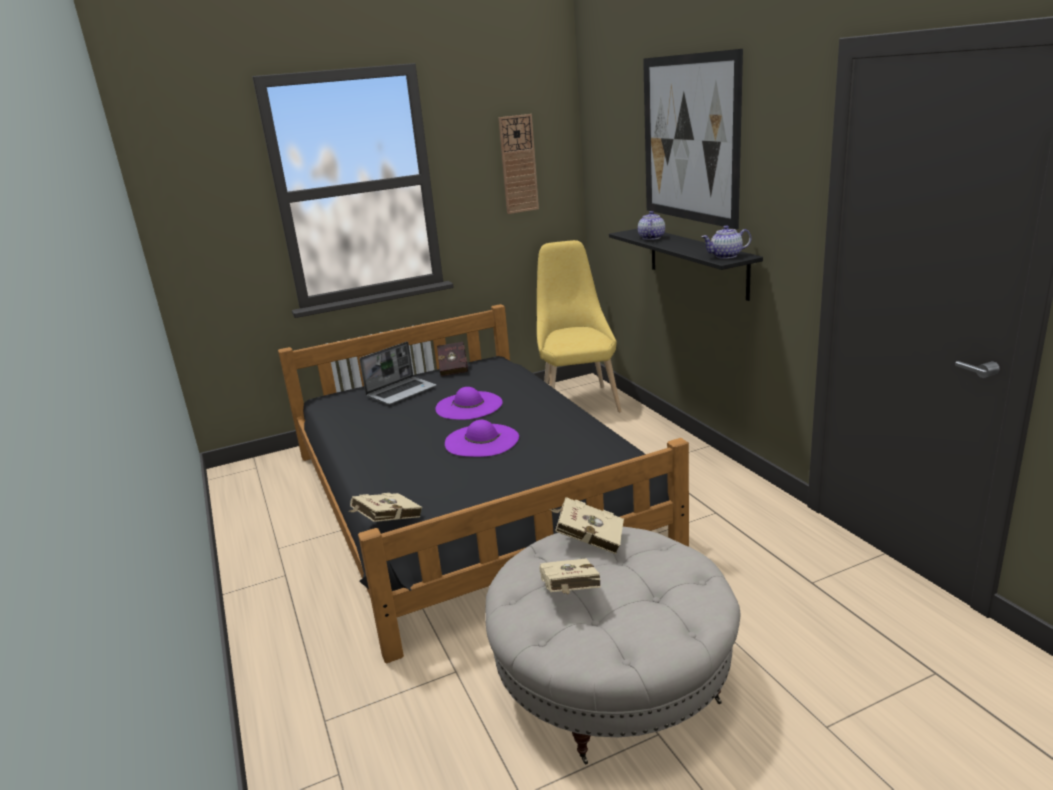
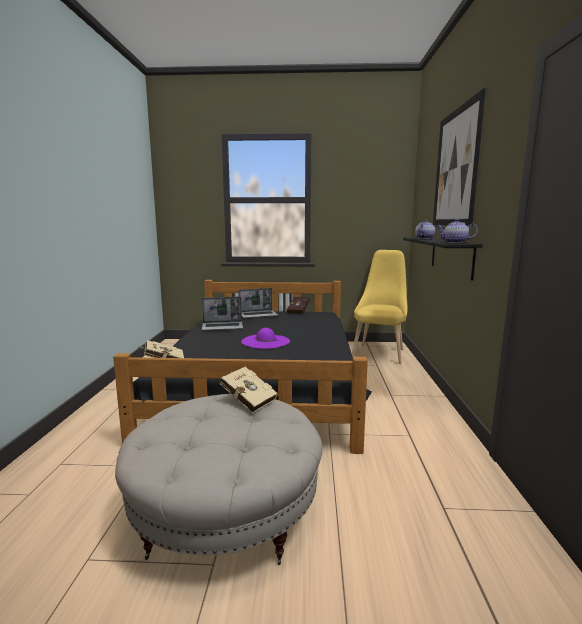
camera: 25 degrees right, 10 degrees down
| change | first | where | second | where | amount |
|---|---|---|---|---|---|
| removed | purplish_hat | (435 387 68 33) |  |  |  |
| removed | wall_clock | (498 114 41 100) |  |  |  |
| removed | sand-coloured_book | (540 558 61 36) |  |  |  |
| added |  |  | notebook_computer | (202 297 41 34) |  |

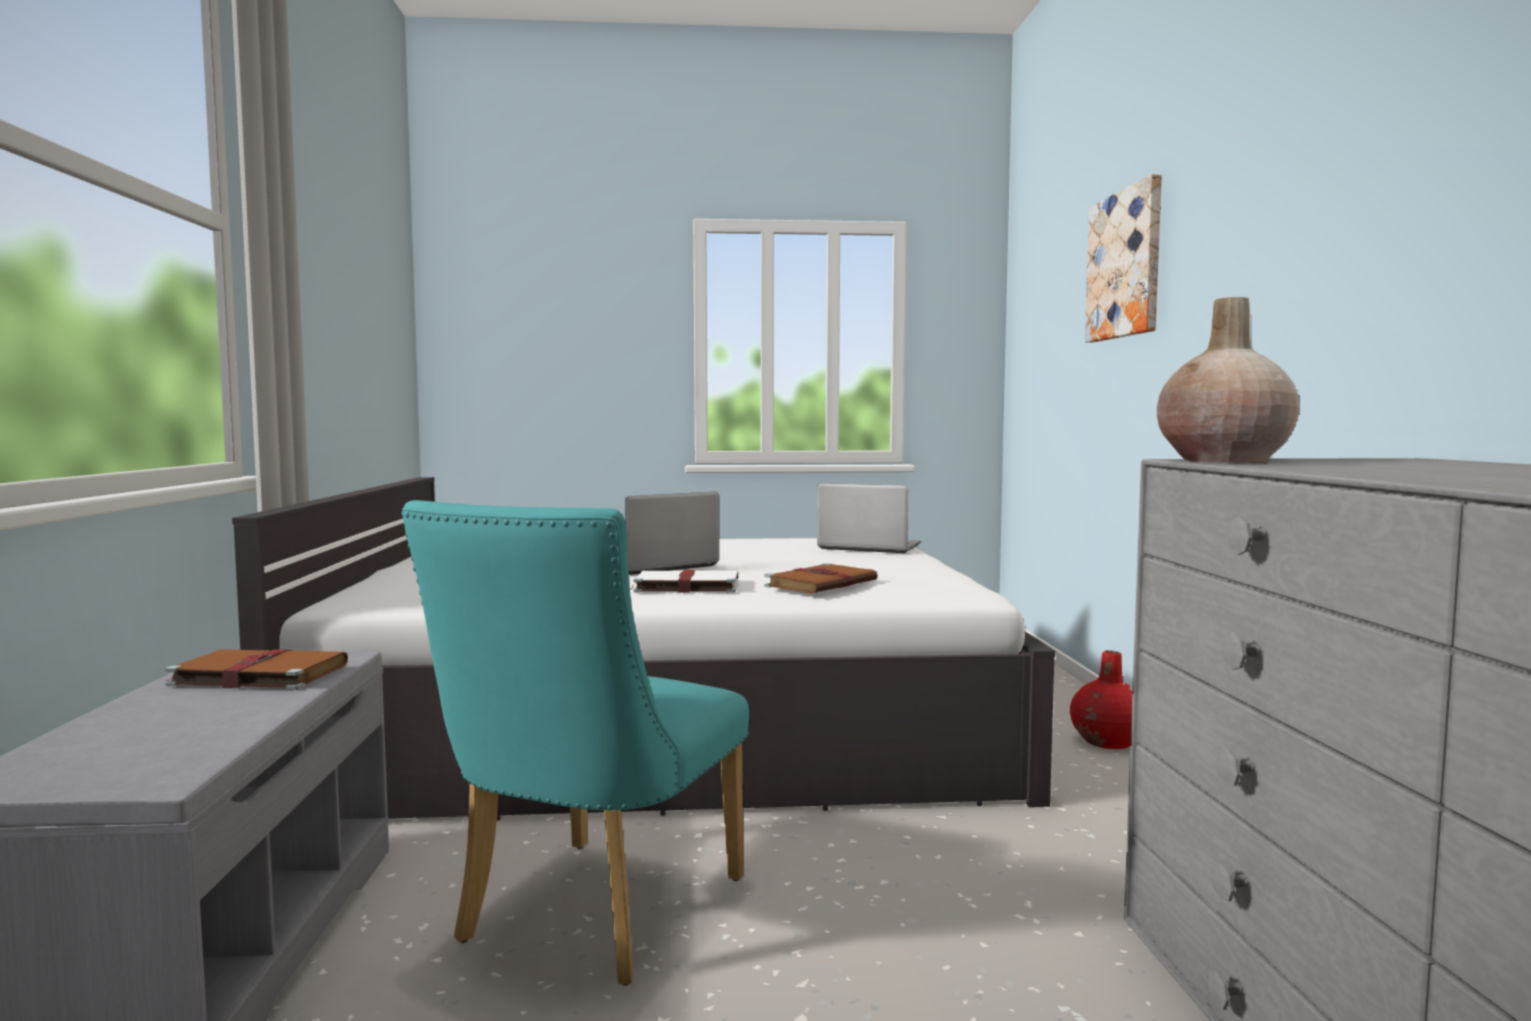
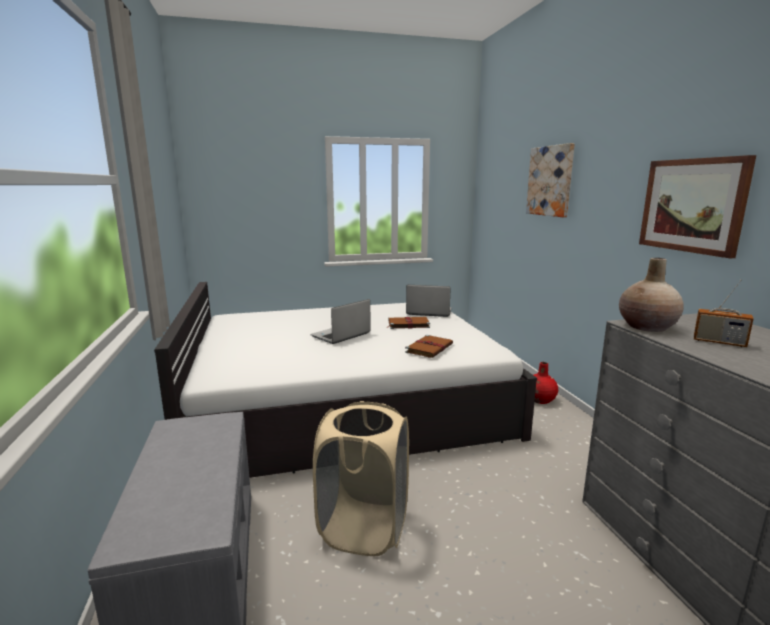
camera: 10 degrees left, 10 degrees up
| change | first | where | second | where | amount |
|---|---|---|---|---|---|
| removed | whitish_book | (630 570 108 23) |  |  |  |
| added |  |  | picture | (639 155 117 103) |  |
| added |  |  | radio_set | (694 279 60 68) |  |
| moved | brown-coloured_book | (164 649 184 41) |  | (388 317 42 12) |  |
| replaced | turquoise-coloured_upright_chair | (401 500 348 486) | sand-coloured_laundry_basket | (313 401 96 155) |  |

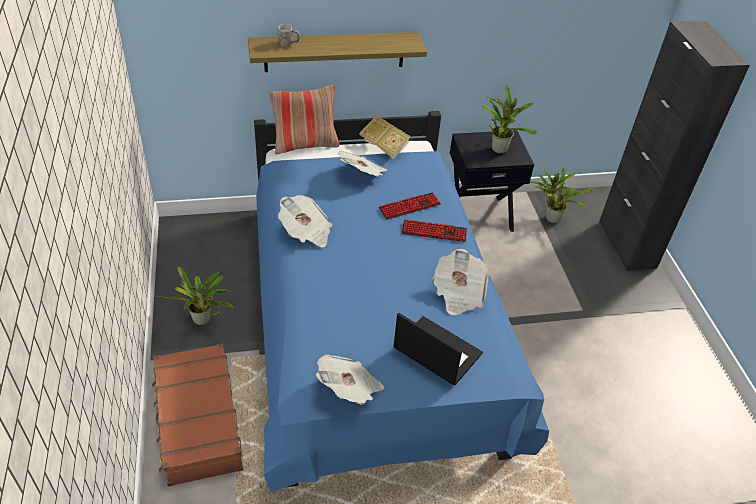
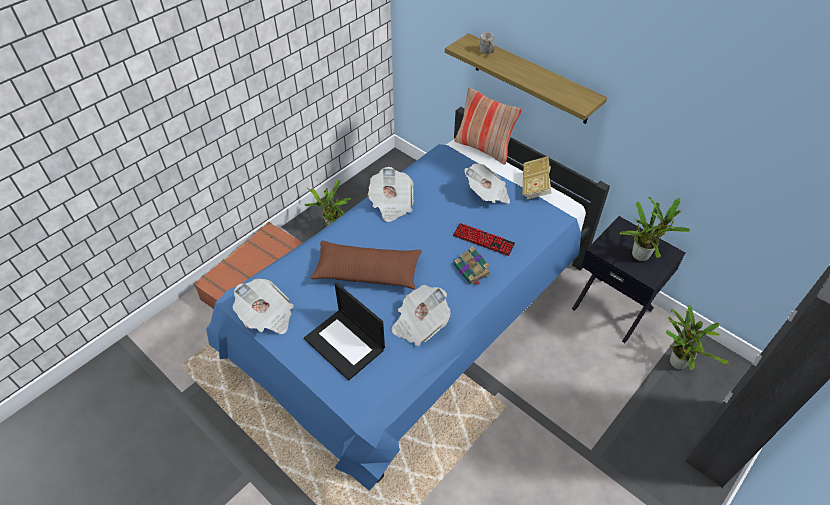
camera: 55 degrees right, 5 degrees up
| change | first | where | second | where | amount |
|---|---|---|---|---|---|
| added |  |  | brown-coloured_throw_pillow | (310 241 112 48) |  |
| replaced | computer_keyboard | (402 219 65 23) | book | (453 246 38 39) |  |
| turned | notebook_computer | (393 313 90 72) |  | (304 282 81 98) | 135 degrees clockwise |

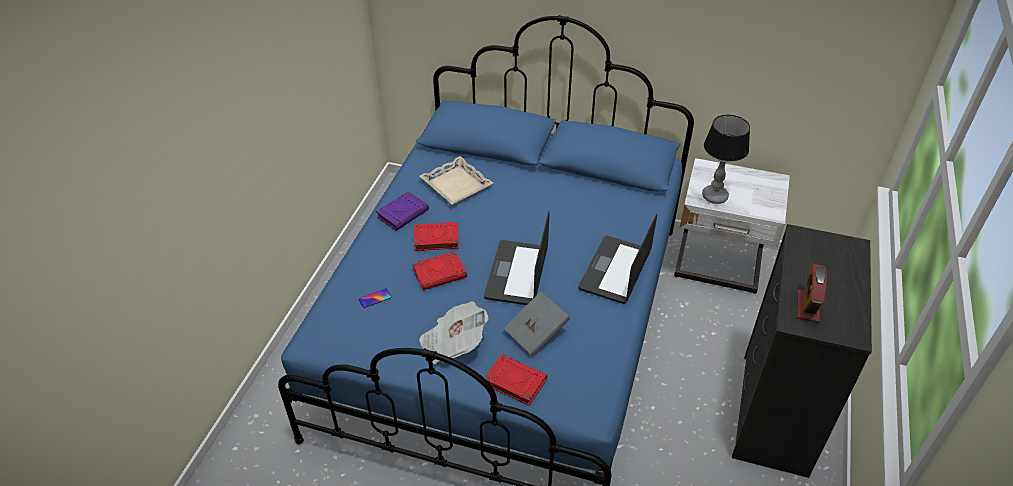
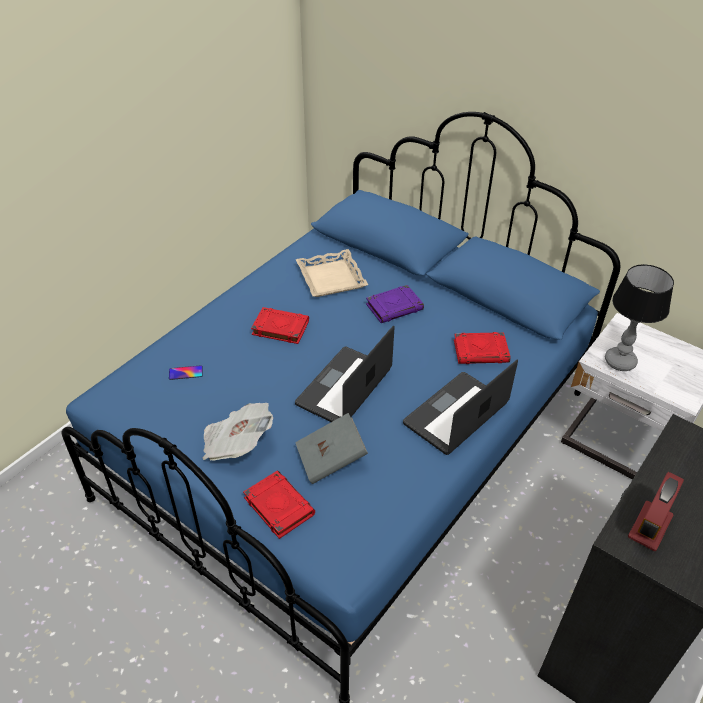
camera: 20 degrees right, 0 degrees up
| change | first | where | second | where | amount |
|---|---|---|---|---|---|
| moved | purplish_book | (376 191 53 40) |  | (366 285 58 38) |  |
| moved | red_book | (412 251 55 39) |  | (454 332 56 32) |  |

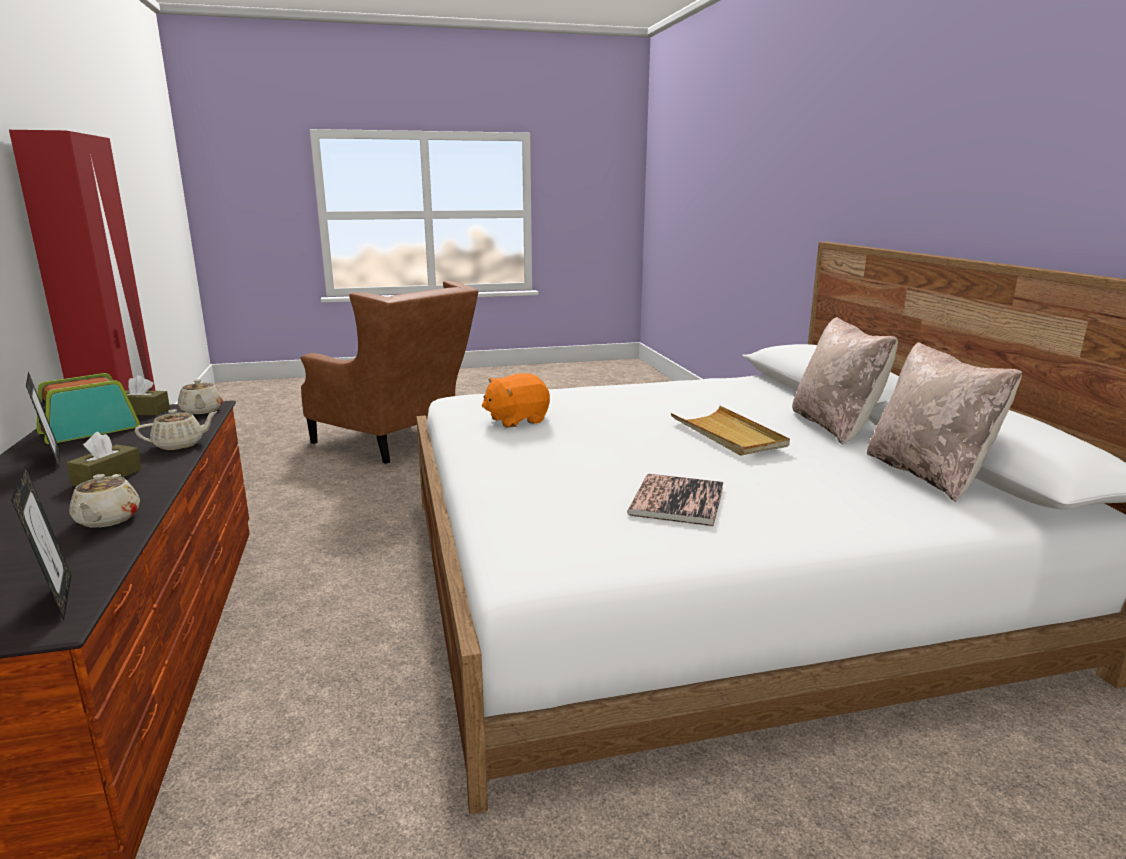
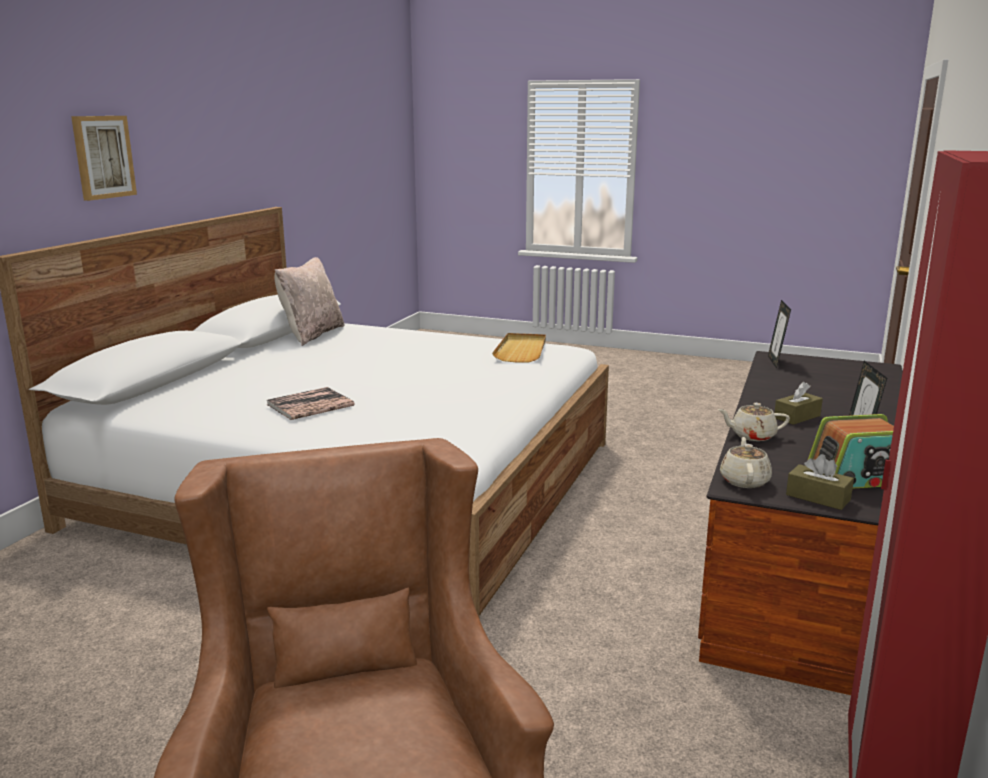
camera: 145 degrees left, 0 degrees up
| change | first | where | second | where | amount |
|---|---|---|---|---|---|
| removed | sand-coloured_pot_for_tea | (69 474 71 54) |  |  |  |
| removed | orangey_cuddly_toy | (482 373 68 55) |  |  |  |
| removed | sand-coloured_throw_pillow | (792 317 106 128) |  |  |  |
| added |  |  | picture | (71 116 66 85) |  |
| moved | book | (627 474 97 52) |  | (266 387 89 33) |  |
| moved | sand-coloured_tray | (671 406 119 50) |  | (492 333 54 29) |  |

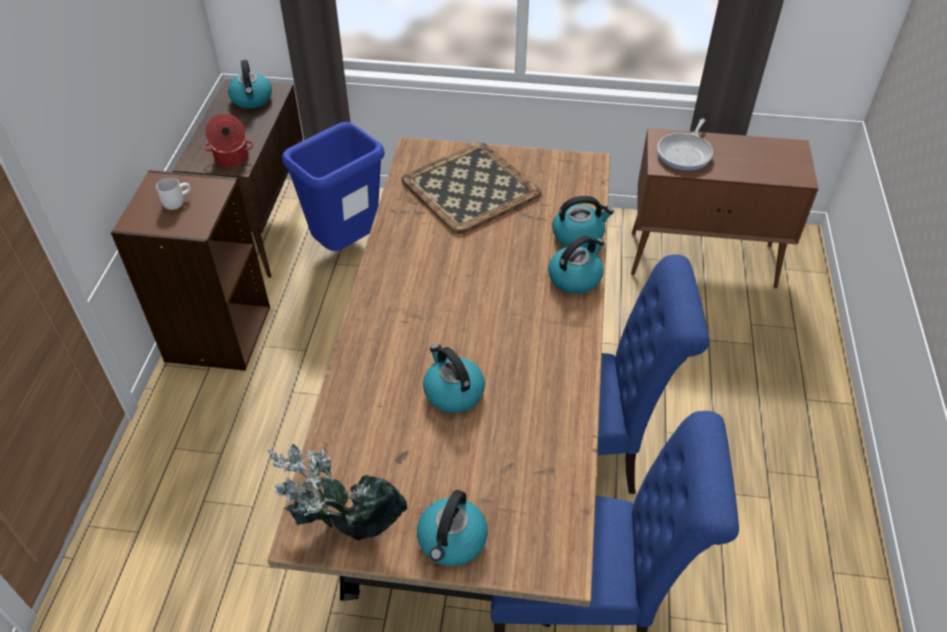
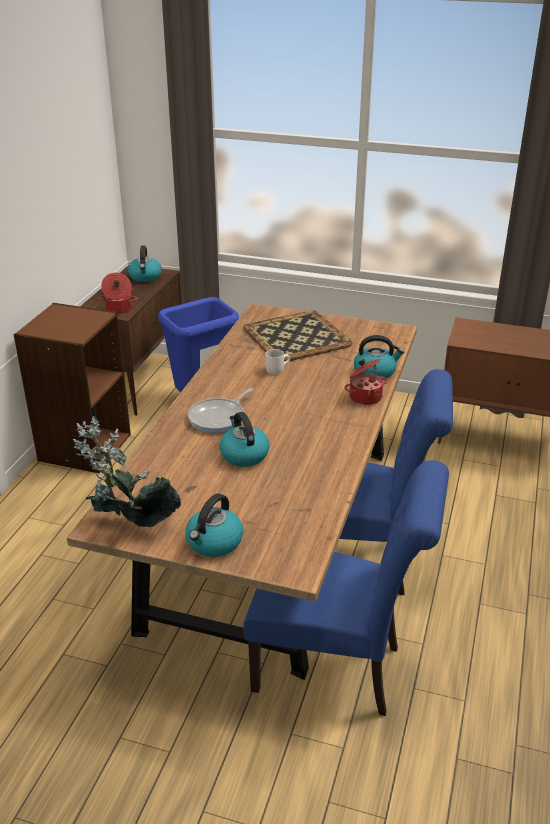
camera: 10 degrees right, 15 degrees down
| change | first | where | second | where | amount |
|---|---|---|---|---|---|
| moved | whitish_coffee_mug | (156 178 35 32) |  | (265 349 25 26) |  |
| moved | skillet | (657 119 56 52) |  | (188 388 65 45) |  |
| replaced | tea_kettle | (548 236 56 58) | stockpot | (345 359 43 46) |  |

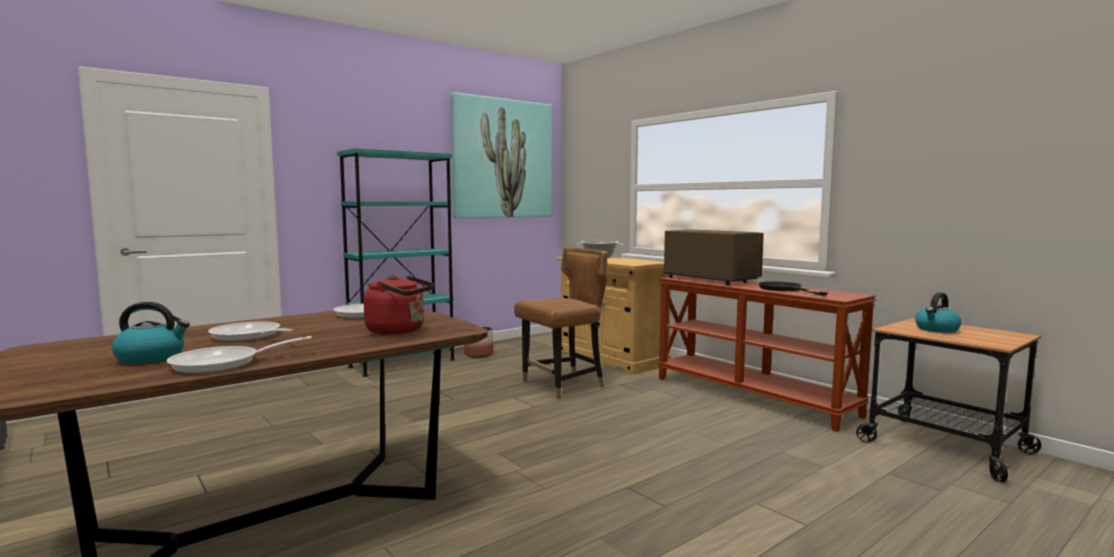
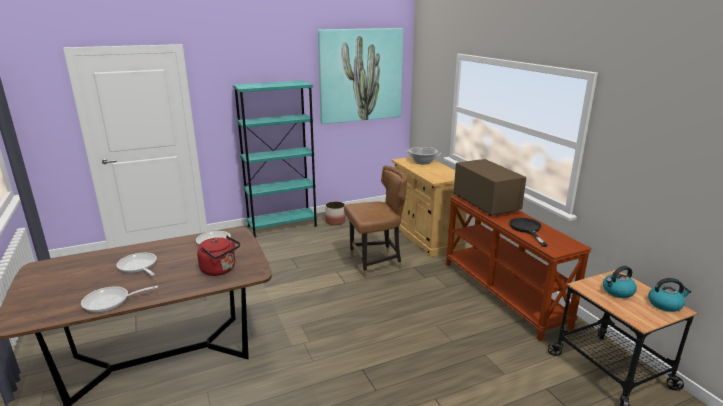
camera: 15 degrees right, 15 degrees up
| change | first | where | second | where | amount |
|---|---|---|---|---|---|
| moved | tea_kettle | (112 302 78 62) |  | (648 278 44 34) |  |

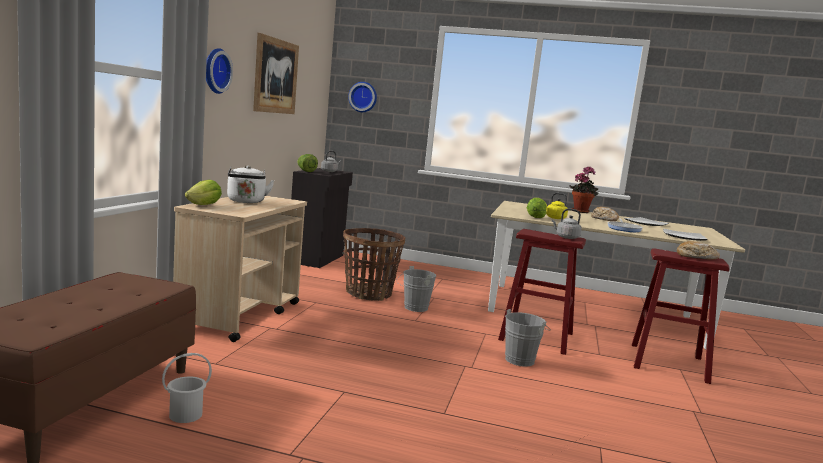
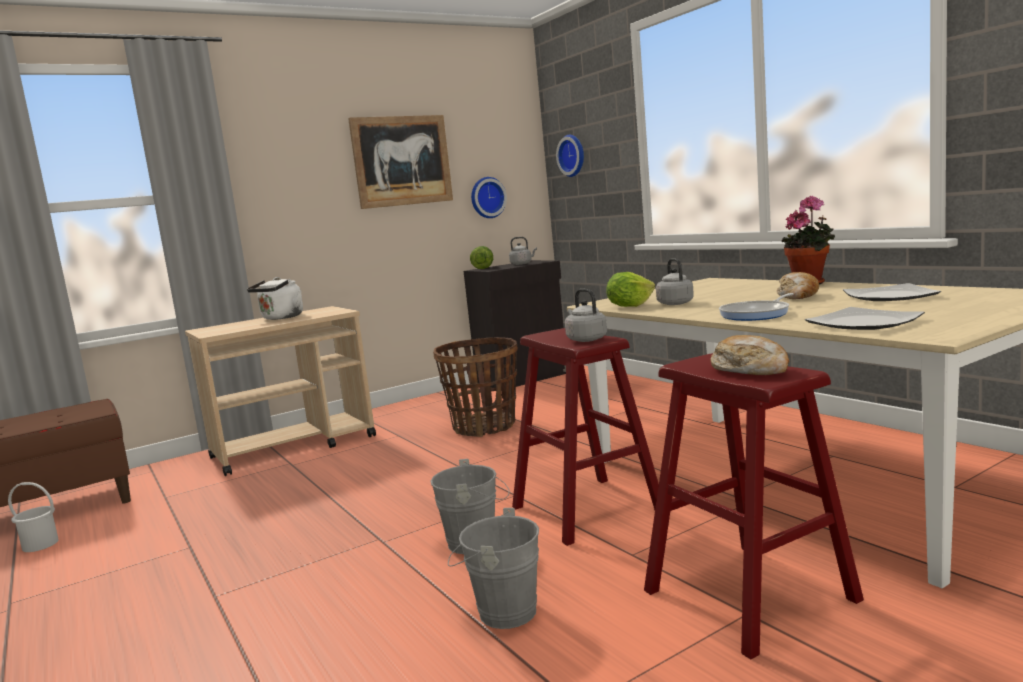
camera: 45 degrees right, 0 degrees up
| change | first | where | second | where | amount |
|---|---|---|---|---|---|
| removed | lettuce_head | (185 180 37 25) |  |  |  |
| moved | wall_clock | (206 48 27 46) |  | (471 177 36 41) |  |
| moved | grey_bucket | (396 266 40 46) |  | (448 508 91 121) |  |
| recoloured | yellow_tea_kettle | (546 193 22 26) | grey_tea_kettle | (656 258 38 47) |  |

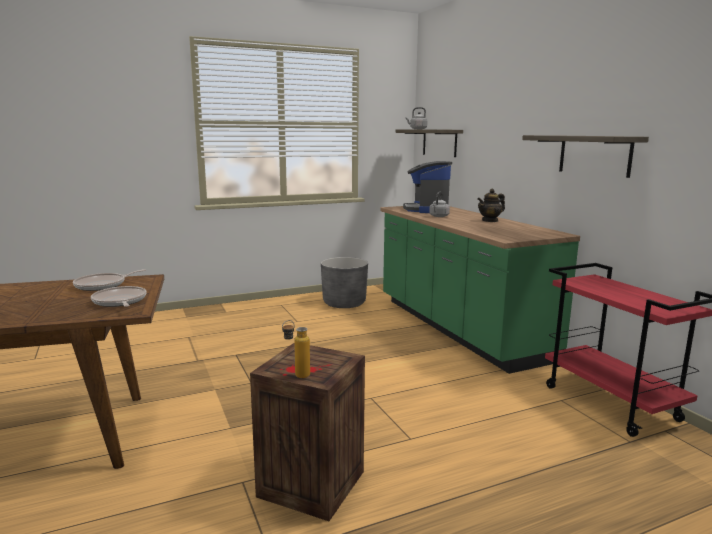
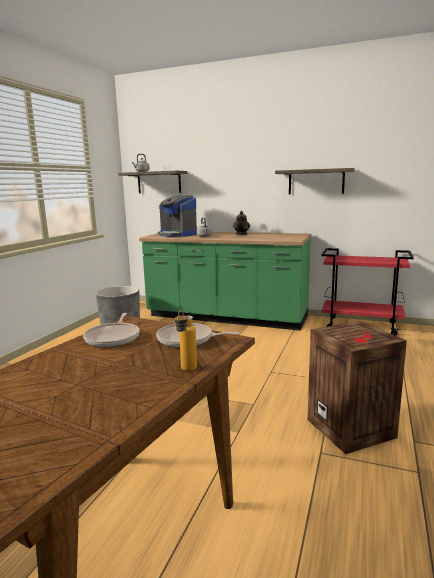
camera: 45 degrees left, 0 degrees up
| change | first | where | second | where | amount |
|---|---|---|---|---|---|
| moved | bottle | (282 320 28 58) |  | (175 310 22 61) |  |

